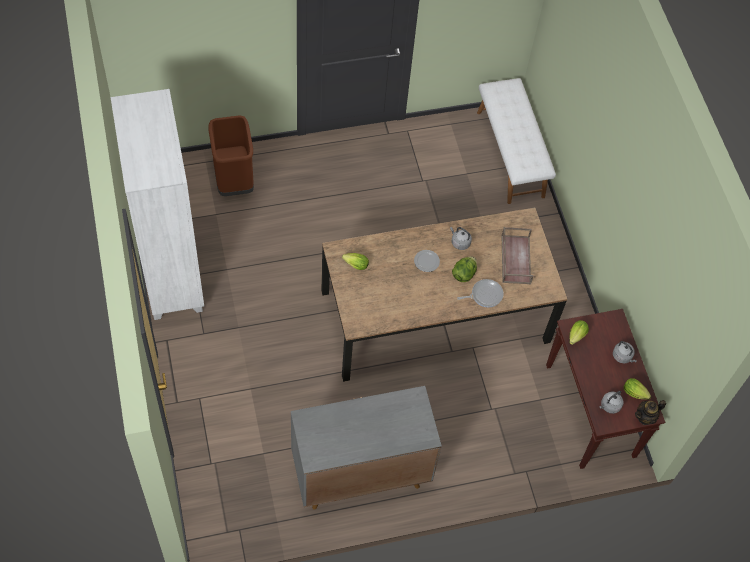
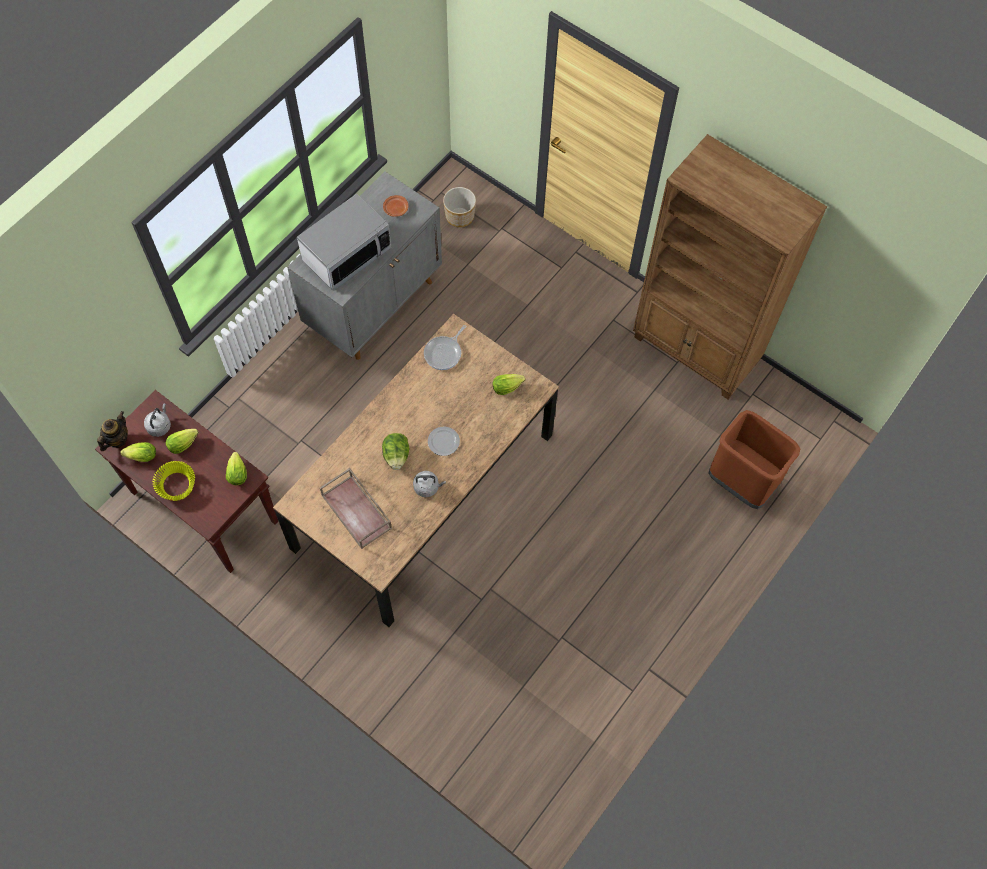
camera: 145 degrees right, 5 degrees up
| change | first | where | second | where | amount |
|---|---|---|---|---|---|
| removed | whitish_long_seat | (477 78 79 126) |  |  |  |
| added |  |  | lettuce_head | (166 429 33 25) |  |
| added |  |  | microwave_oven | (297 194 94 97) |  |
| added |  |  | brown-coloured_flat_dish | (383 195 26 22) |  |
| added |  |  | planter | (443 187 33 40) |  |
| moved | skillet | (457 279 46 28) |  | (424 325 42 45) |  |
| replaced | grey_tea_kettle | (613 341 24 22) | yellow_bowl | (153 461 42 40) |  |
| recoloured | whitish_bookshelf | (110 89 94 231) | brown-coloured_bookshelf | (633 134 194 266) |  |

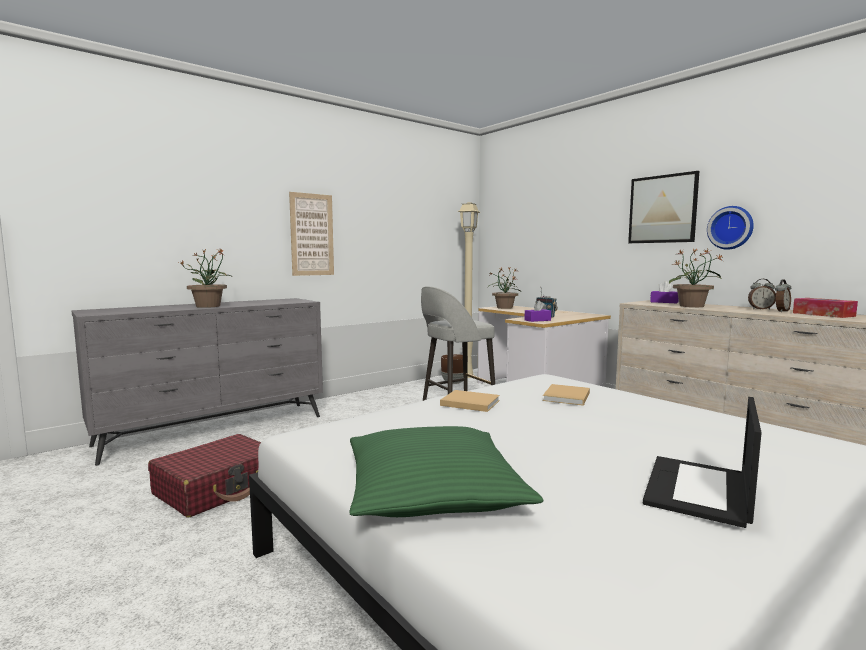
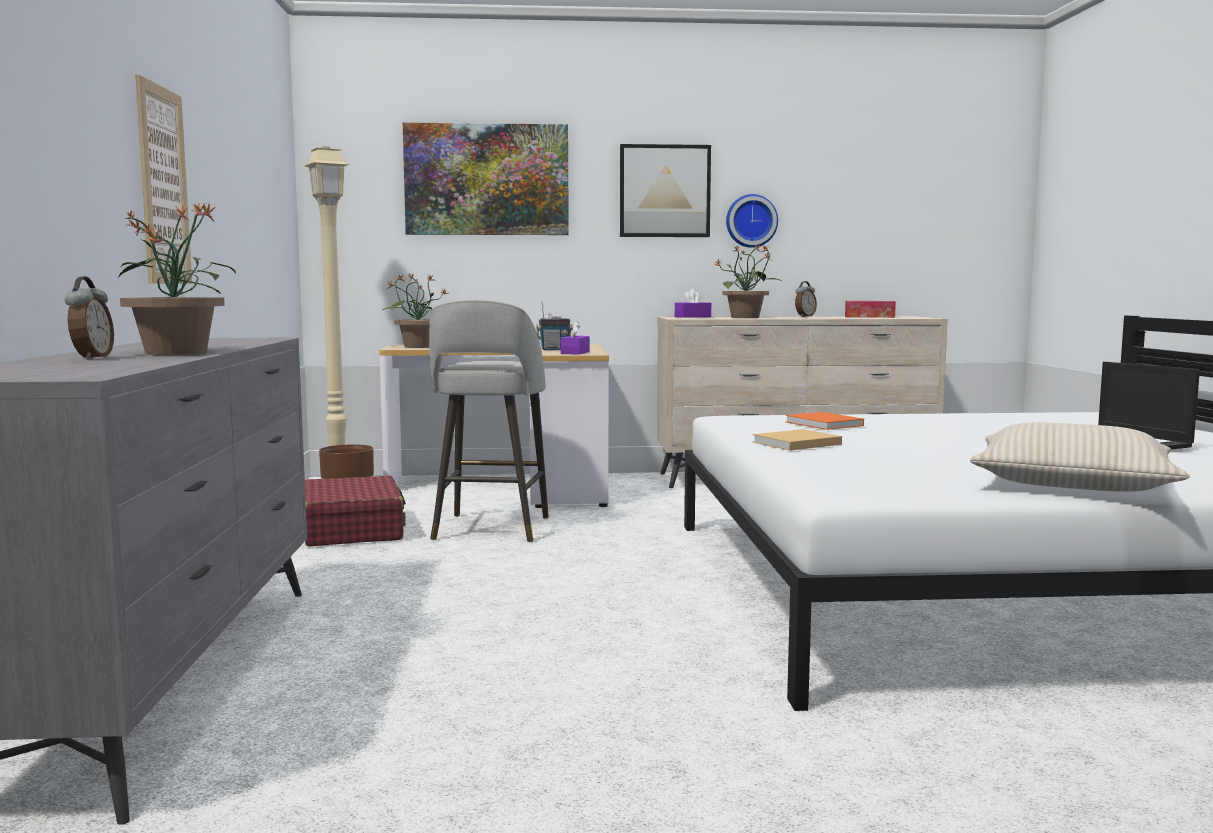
camera: 55 degrees left, 0 degrees up
| change | first | where | second | where | amount |
|---|---|---|---|---|---|
| added |  |  | picture | (403 122 166 113) |  |
| moved | red_travel_case | (148 434 113 84) |  | (305 475 101 71) |  |
| moved | bedside_clock | (775 280 16 32) |  | (65 276 49 84) |  |
| recoloured | greenish_throw_pillow | (350 426 193 91) | sand-coloured_throw_pillow | (970 422 220 70) |  |
| recoloured | sand-coloured_book | (543 384 47 22) | orangey_book | (785 412 79 18) |  |

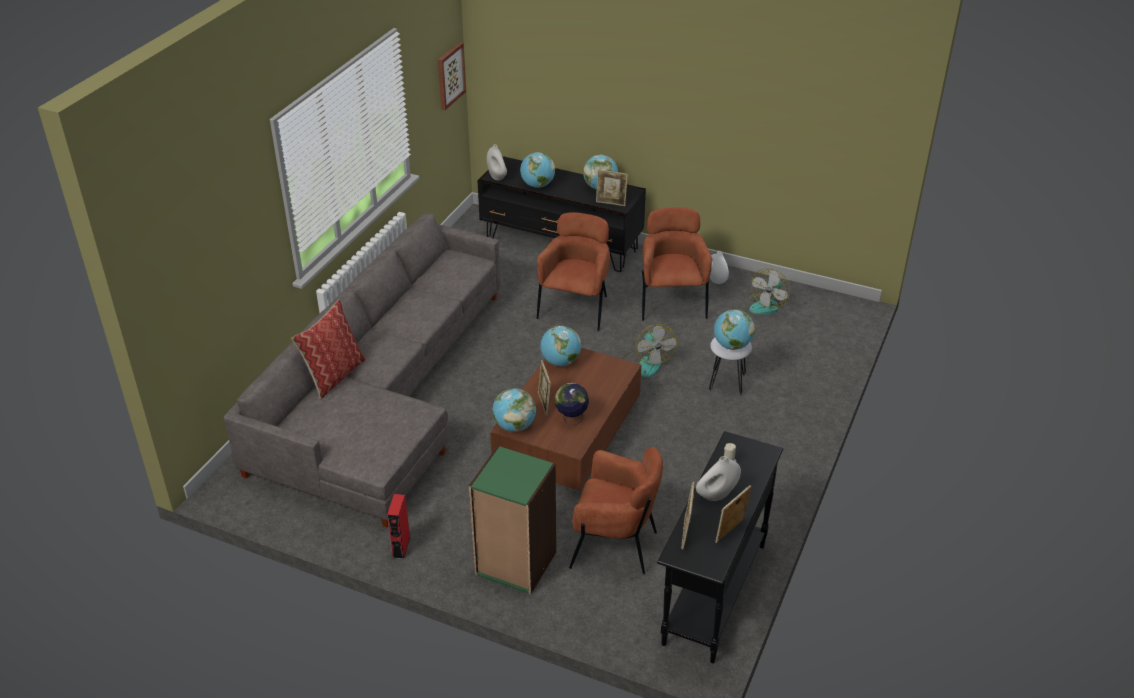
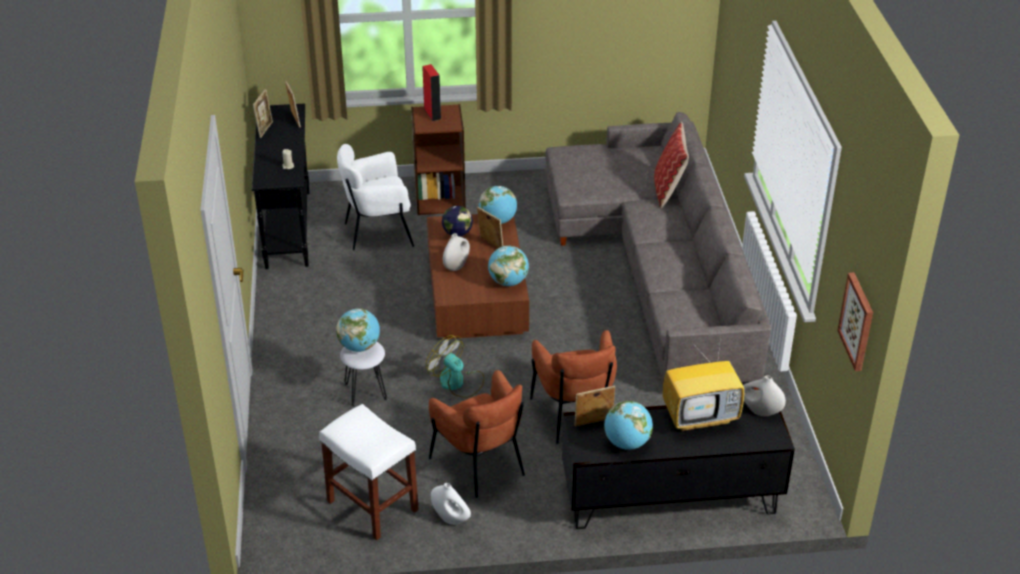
camera: 150 degrees right, 0 degrees up
| change | first | where | second | where | amount |
|---|---|---|---|---|---|
| moved | red_audio_speaker | (387 494 24 65) |  | (422 64 19 57) |  |
| moved | whitish_flower_vase | (696 456 45 45) |  | (443 233 27 38) |  |
| replaced | world_globe | (520 152 35 36) | TV_set | (663 336 81 95) |  |
| replaced | electric_fan | (749 268 41 46) | whitish_sitting_stool | (319 404 100 136) |  |
| recoloured | greenish_bookshelf | (469 446 87 149) | brown-coloured_bookshelf | (411 104 55 111) |  |
| recoloured | brown-coloured_easy_chair | (569 447 94 128) | whitish_easy_chair | (337 144 77 106) |  |

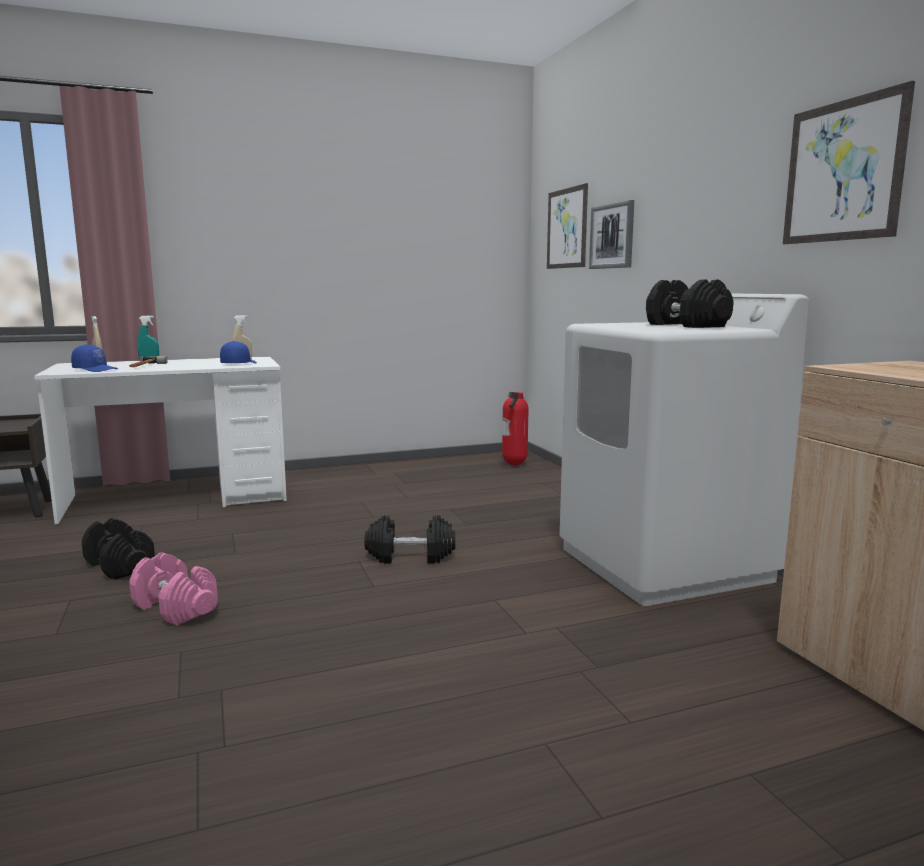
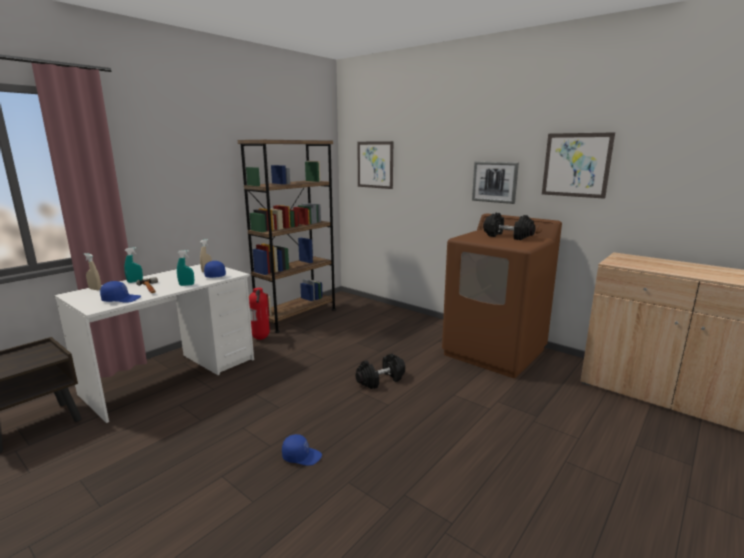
camera: 30 degrees left, 5 degrees up
| change | first | where | second | where | amount |
|---|---|---|---|---|---|
| removed | blackish_hand_weight | (82 518 73 62) |  |  |  |
| added |  |  | turquoise-coloured_spray_bottle | (177 250 17 36) |  |
| added |  |  | brown-coloured_bookshelf | (238 140 98 193) |  |
| moved | fire-fighting_cylinder | (502 392 27 73) |  | (249 288 21 52) |  |
| moved | picture | (589 200 45 69) |  | (472 162 47 42) |  |
| replaced | pinkish_hand_weight | (129 552 89 73) | blue-coloured_peaked_cap | (282 434 40 32) |  |
| recoloured | whitish_laundry_appliance | (560 293 249 313) | brown-coloured_laundry_appliance | (442 213 120 165) |  |

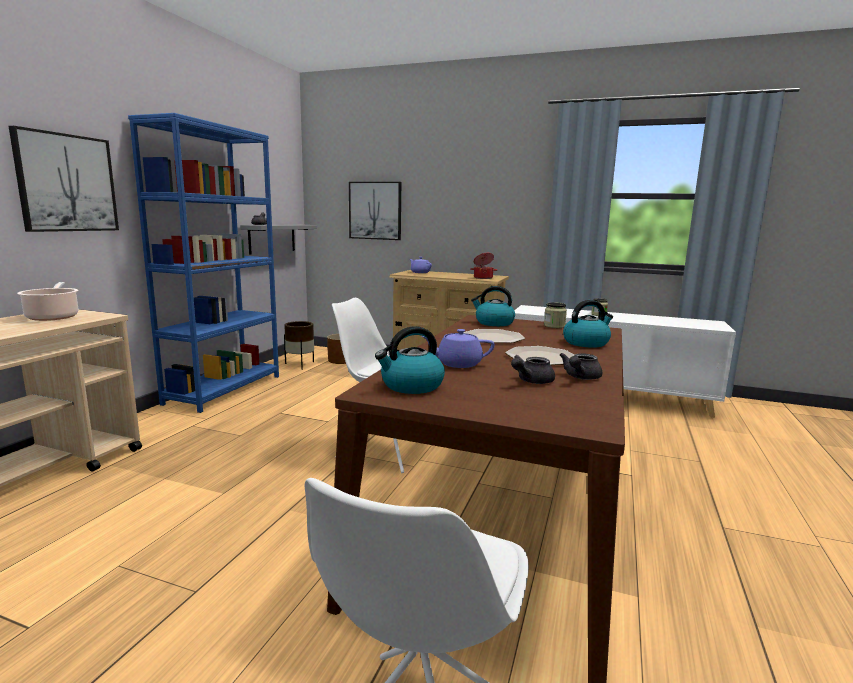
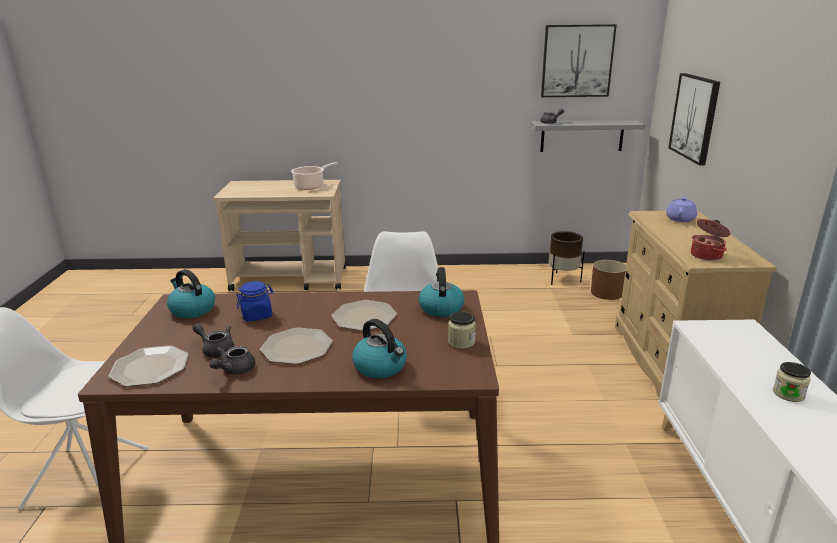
camera: 70 degrees right, 10 degrees up
| change | first | where | second | where | amount |
|---|---|---|---|---|---|
| removed | blue-coloured_bookshelf | (128 113 151 300) |  |  |  |
| added |  |  | flat_dish | (108 345 81 42) |  |
| moved | picture | (9 126 110 106) |  | (541 24 76 73) |  |
| replaced | purplish_pot_for_tea | (422 329 73 39) | blue-coloured_preserve_jar | (236 281 38 41) |  |
| turned | grey_pot_for_tea | (560 353 42 27) |  | (209 346 46 29) | 75 degrees counterclockwise |

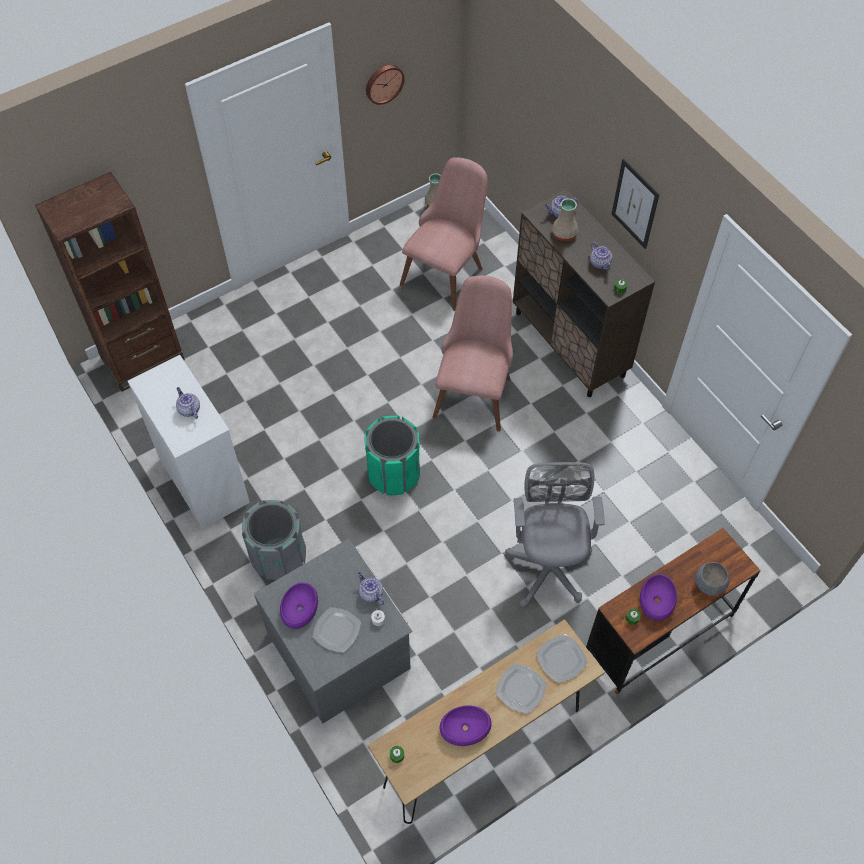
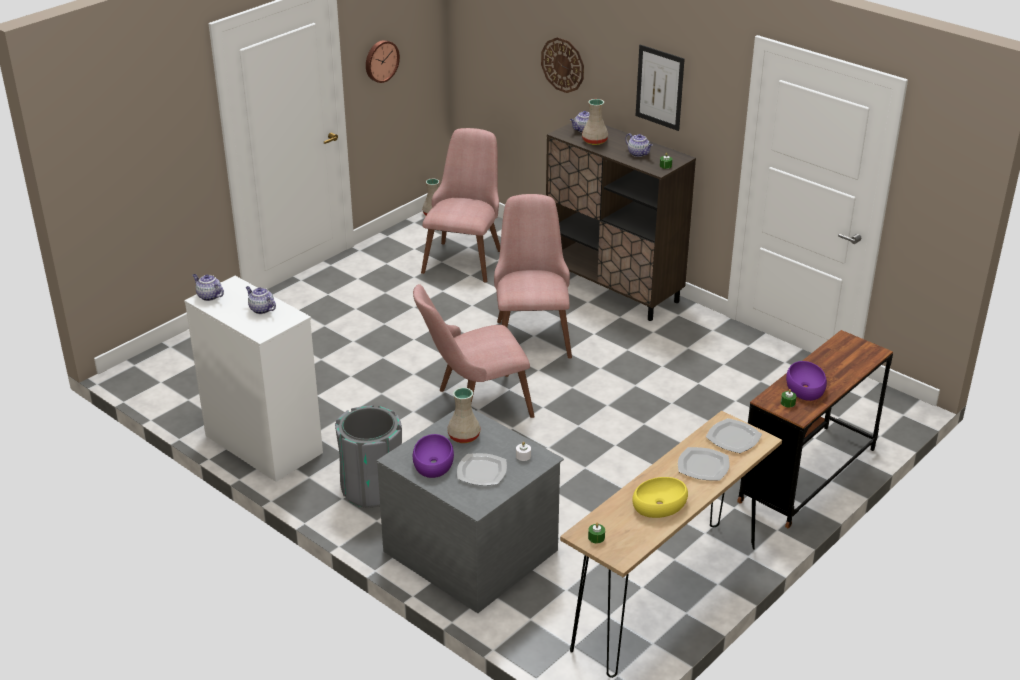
camera: 15 degrees left, 25 degrees down
| change | first | where | second | where | amount |
|---|---|---|---|---|---|
| removed | brown-coloured_bookshelf | (35 172 150 220) |  |  |  |
| removed | grey_desk_chair | (505 462 100 146) |  |  |  |
| removed | grey_bowl | (695 562 35 34) |  |  |  |
| added |  |  | sand-coloured_flower_vase | (447 387 34 56) |  |
| added |  |  | wall_clock | (541 37 43 56) |  |
| moved | pot_for_tea | (358 572 26 33) |  | (192 274 32 27) |  |
| replaced | greenish_waste_bin | (365 416 55 79) | pinkish_upright_chair | (413 284 122 134) |  |
| recoloured | purplish_bowl | (440 705 52 41) | yellow_bowl | (632 477 56 41) |  |

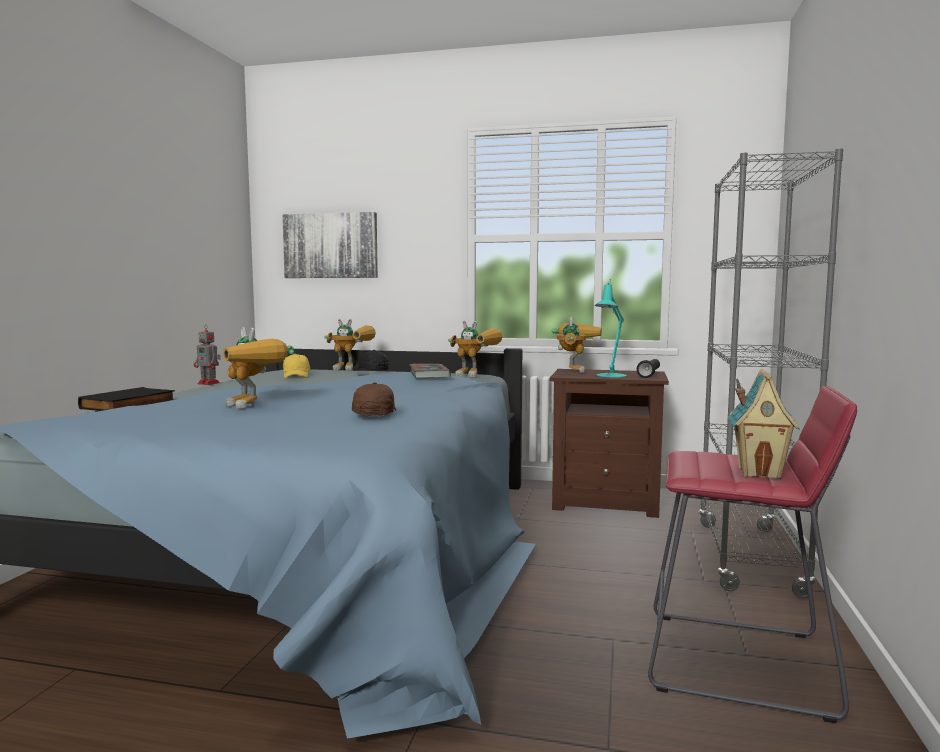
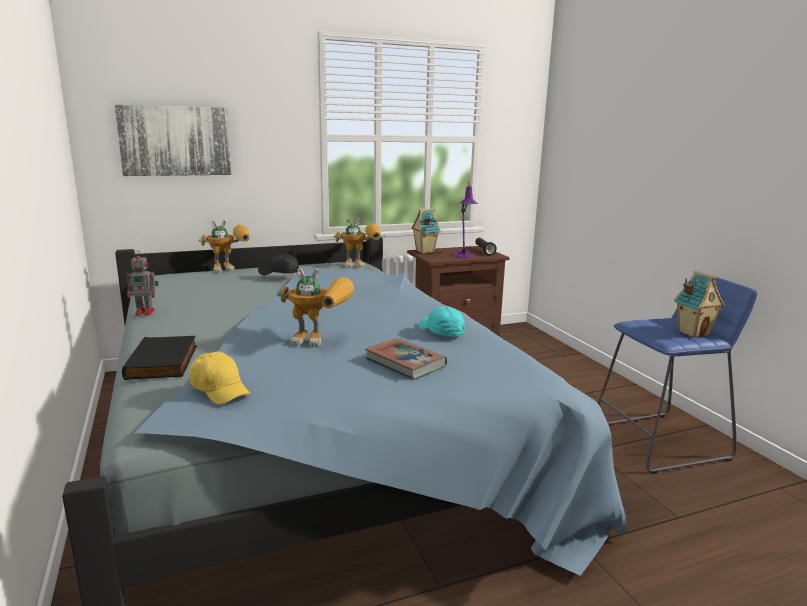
camera: 35 degrees left, 10 degrees up
| change | first | where | second | where | amount |
|---|---|---|---|---|---|
| removed | grey_bookshelf | (698 148 145 450) |  |  |  |
| moved | yellow_peaked_cap | (283 354 27 24) |  | (189 351 61 53) |  |
| moved | book | (409 364 42 15) |  | (365 338 82 42) |  |
| replaced | toy_robot | (552 317 50 56) | toy_house | (412 208 29 45) |  |
| recoloured | brown-coloured_peaked_cap | (352 383 44 32) | turquoise-coloured_peaked_cap | (419 307 46 30) |  |
| recoloured | turquoise-coloured_tabletop_lamp | (595 279 32 98) | purplish_tabletop_lamp | (452 182 26 76) |  |
| recoloured | red_sitting_stool | (648 386 209 337) | blue-coloured_sitting_stool | (598 277 160 197) |  |

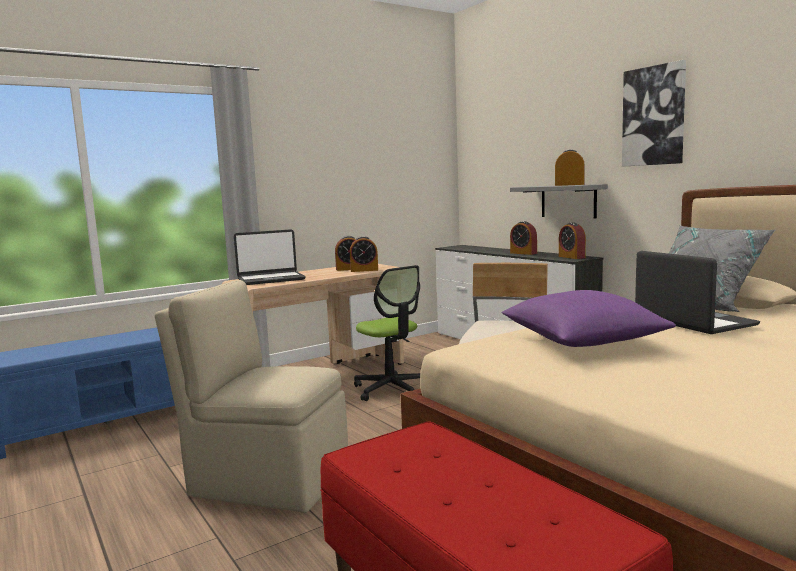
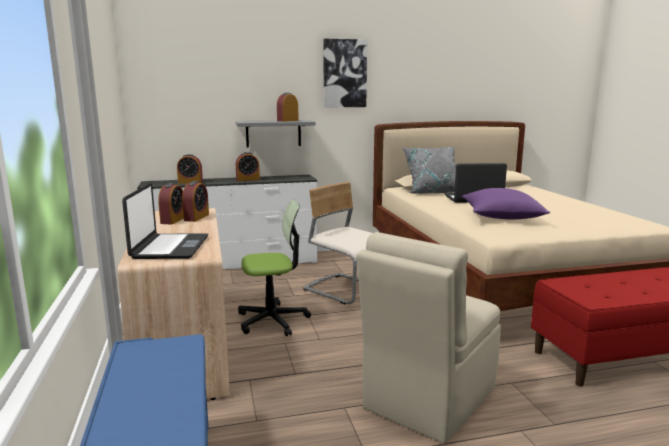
camera: 70 degrees left, 5 degrees up
| change | first | where | second | where | amount |
|---|---|---|---|---|---|
| moved | bedside_clock | (559 222 27 37) |  | (177 154 26 30) |  |

